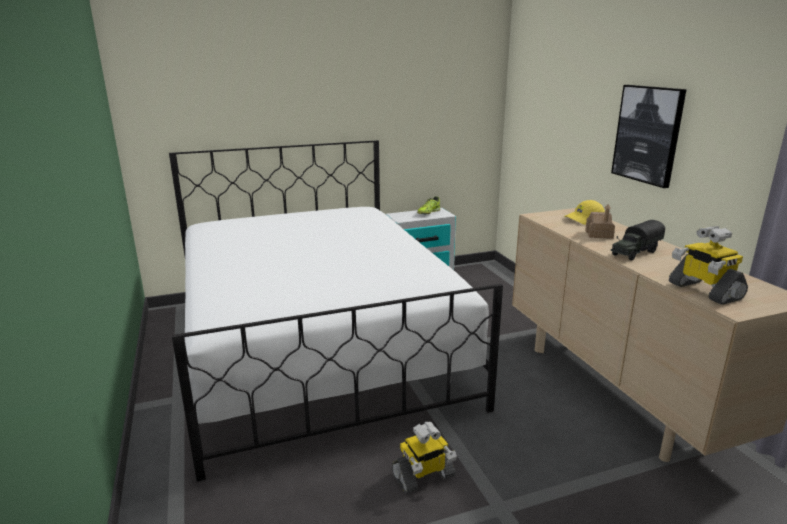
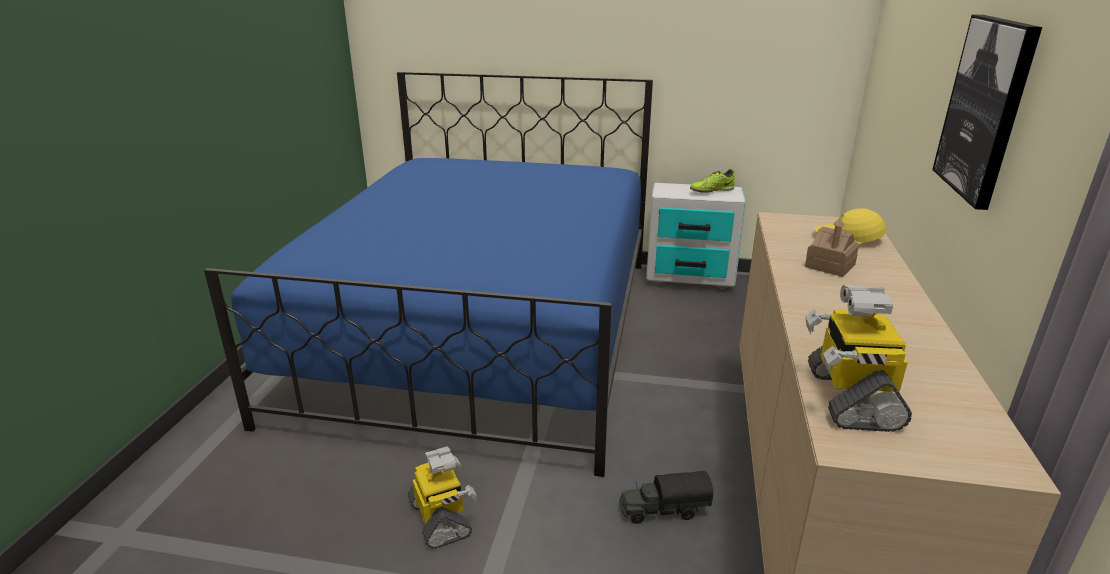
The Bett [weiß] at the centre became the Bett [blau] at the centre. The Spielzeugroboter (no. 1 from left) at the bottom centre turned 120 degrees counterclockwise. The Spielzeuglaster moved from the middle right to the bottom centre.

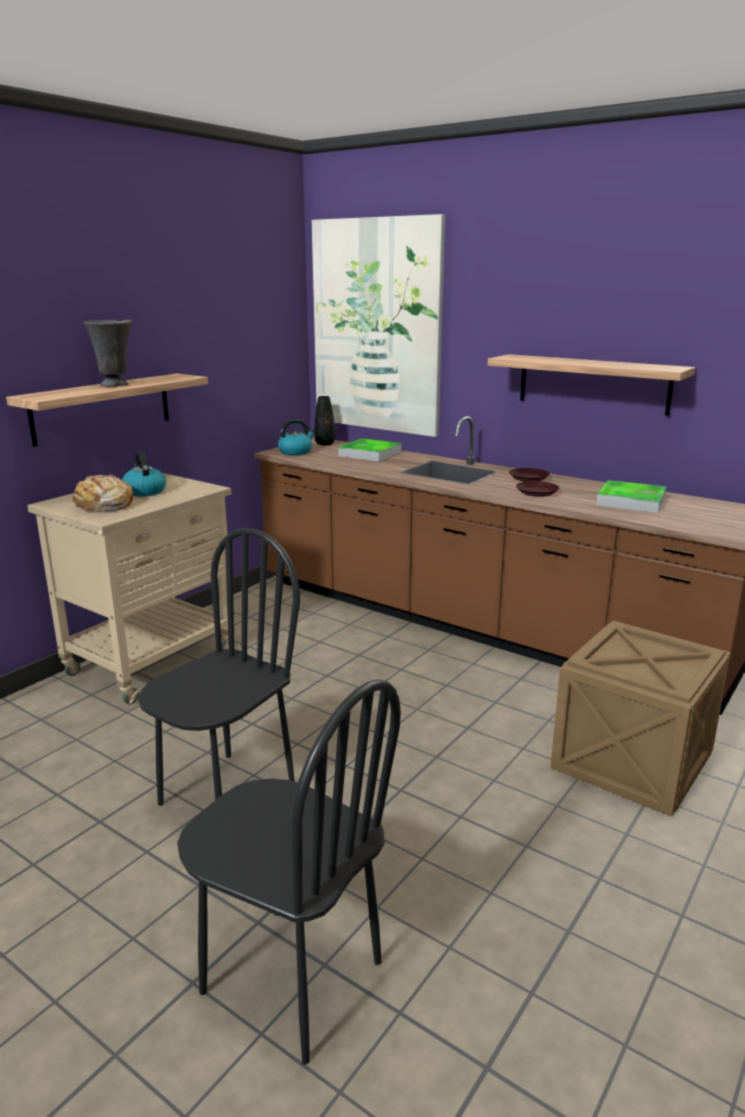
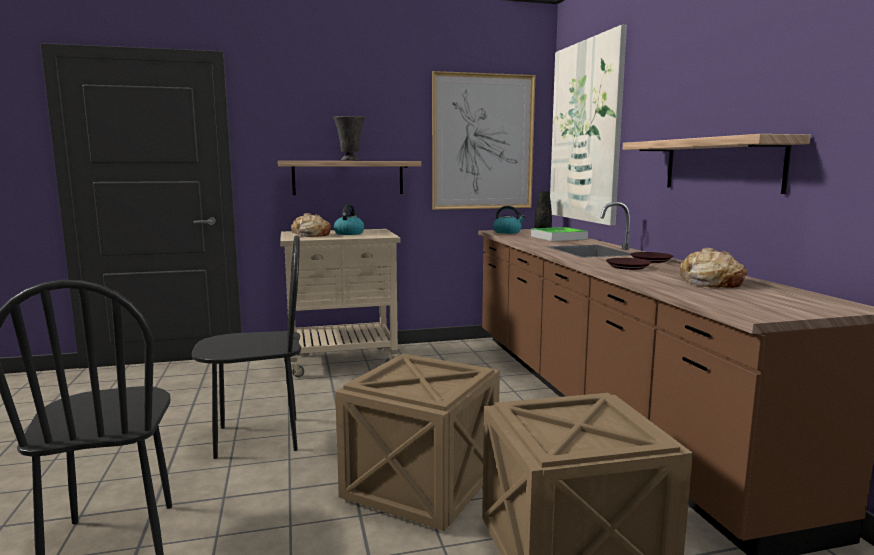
The Kiste (no. 1 from left) at the bottom centre appeared. The Bild (no. 1 from left) at the top centre appeared. The Tablett (no. 2 from left) at the middle right was replaced by the Brot (no. 2 from left) at the middle right.

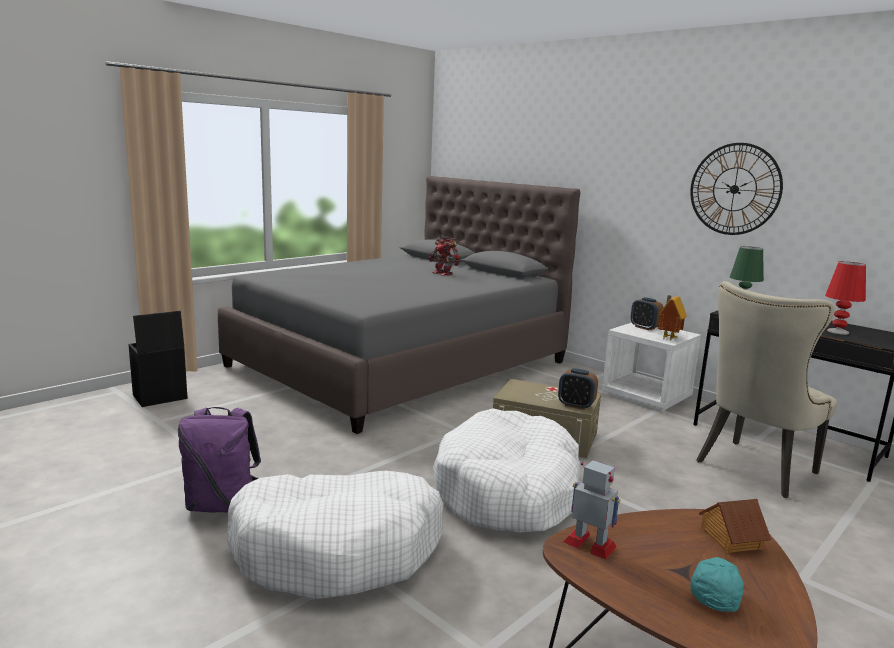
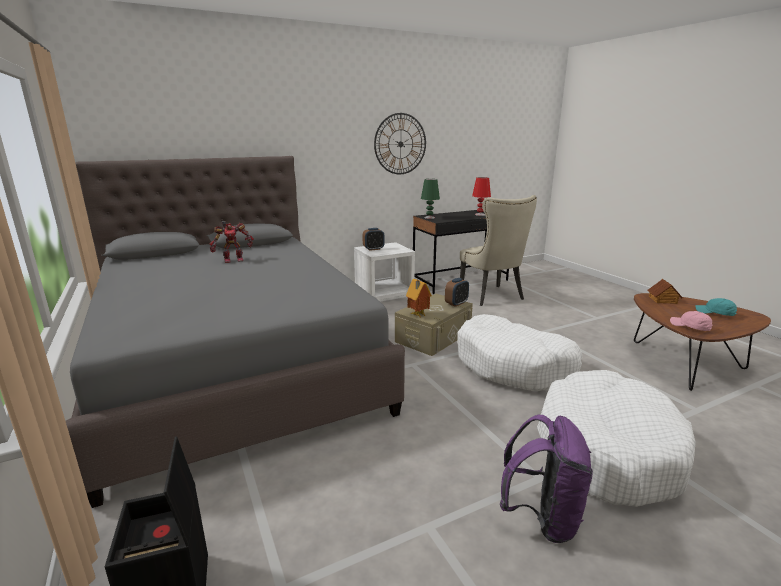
The Spielzeughaus (no. 1 from left) moved from the middle right to the centre. The Spielzeugroboter (no. 2 from left) at the bottom centre was replaced by the Kappe [rosa] at the middle right.

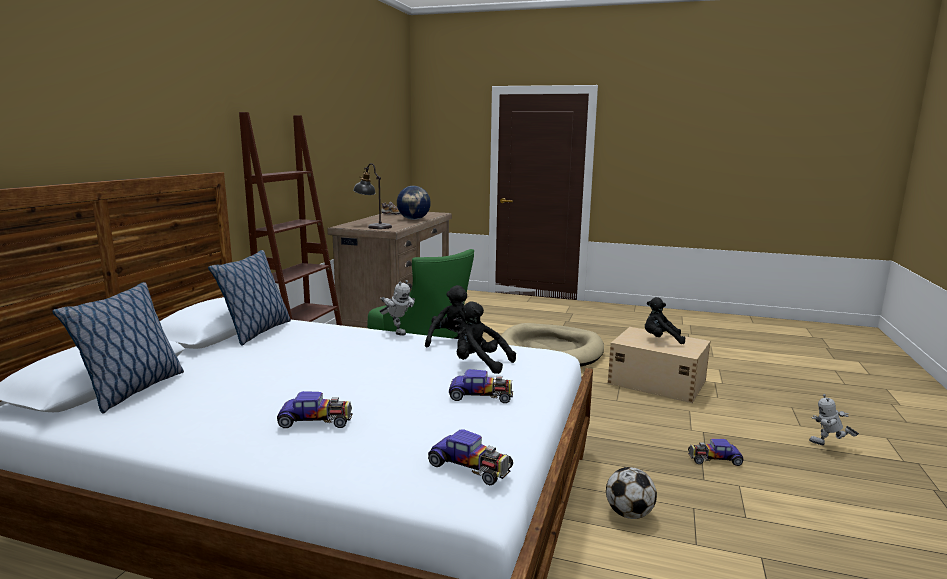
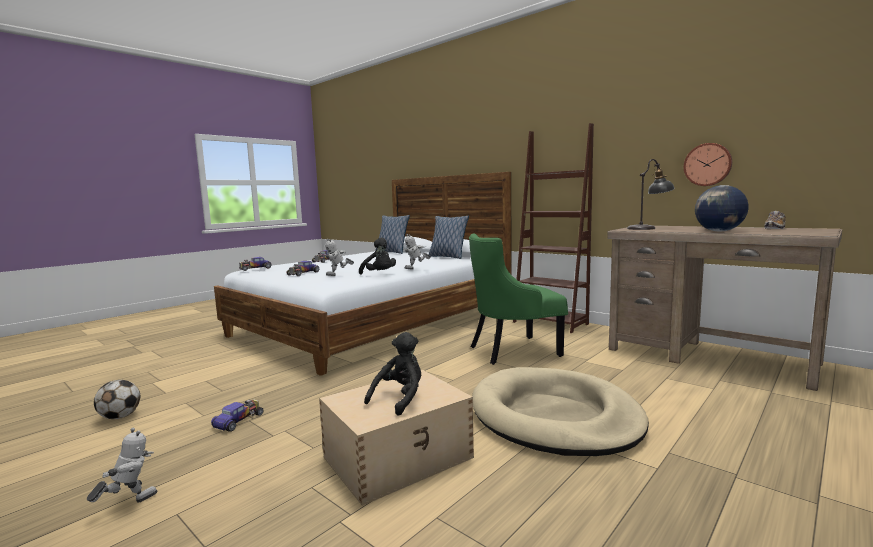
The Fußball moved from the bottom centre to the bottom left. The Plüschtier [schwarz] (no. 2 from left) at the centre was replaced by the Spielzeugroboter (no. 2 from left) at the centre. The Wanduhr at the top right appeared.

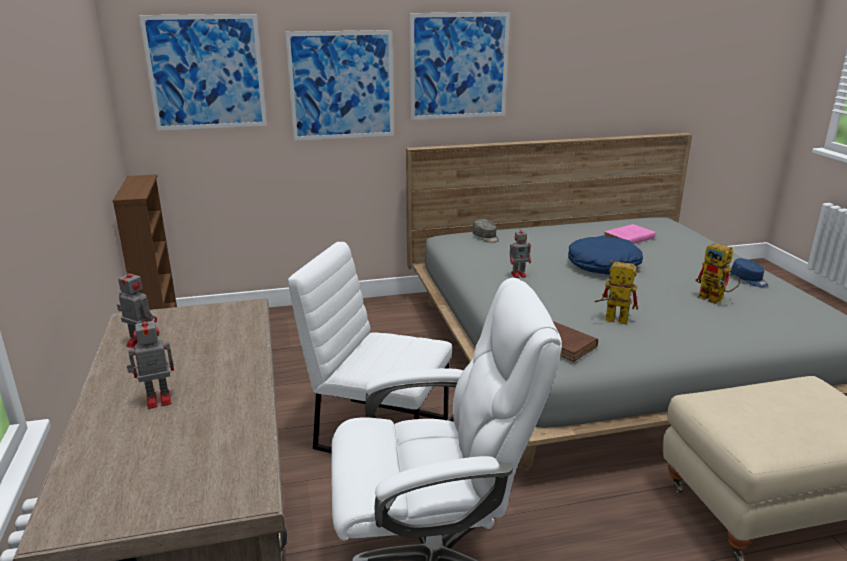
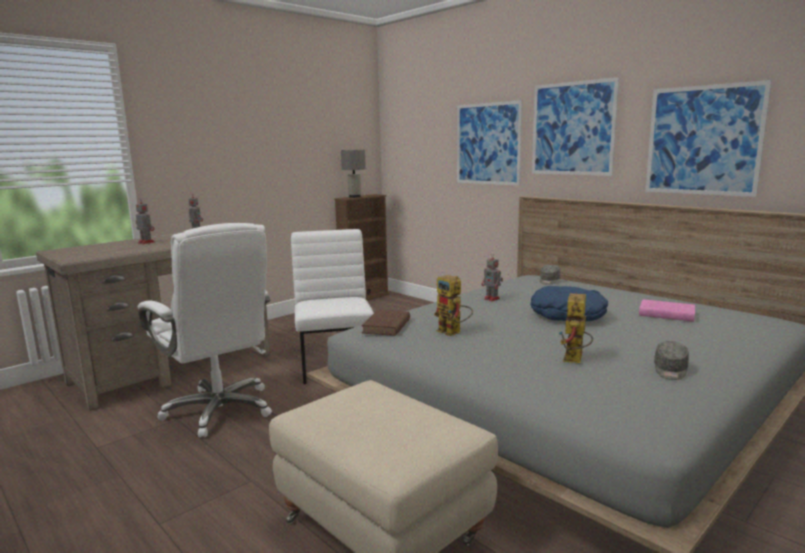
The Tischlampe [grau] at the top centre appeared. The Spielzeugroboter (no. 4 from left in the first image) at the middle right turned 150 degrees clockwise. The Bild (no. 1 from left in the first image) moved from the top left to the top right. The Kappe [blau] at the middle right became the Kappe [grau] (no. 2 from left) at the middle right.

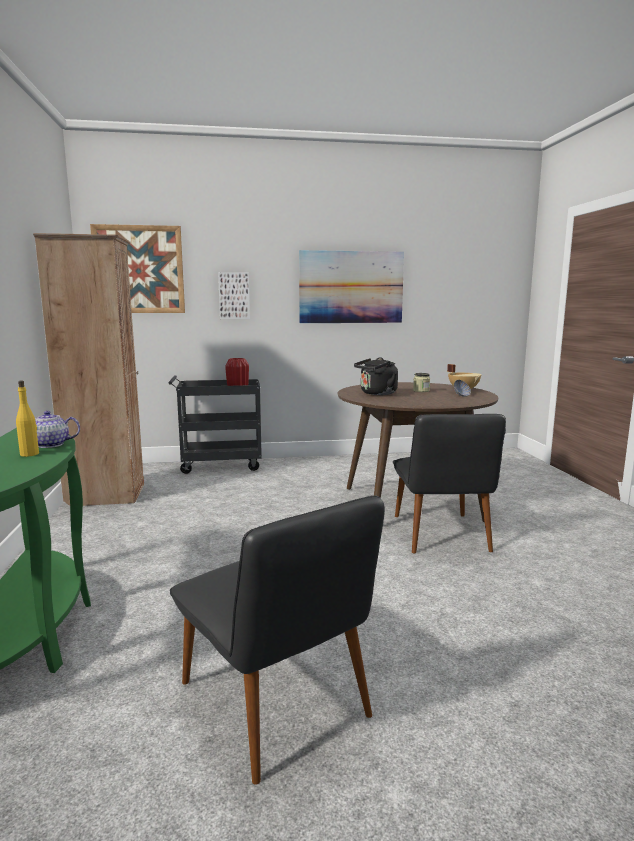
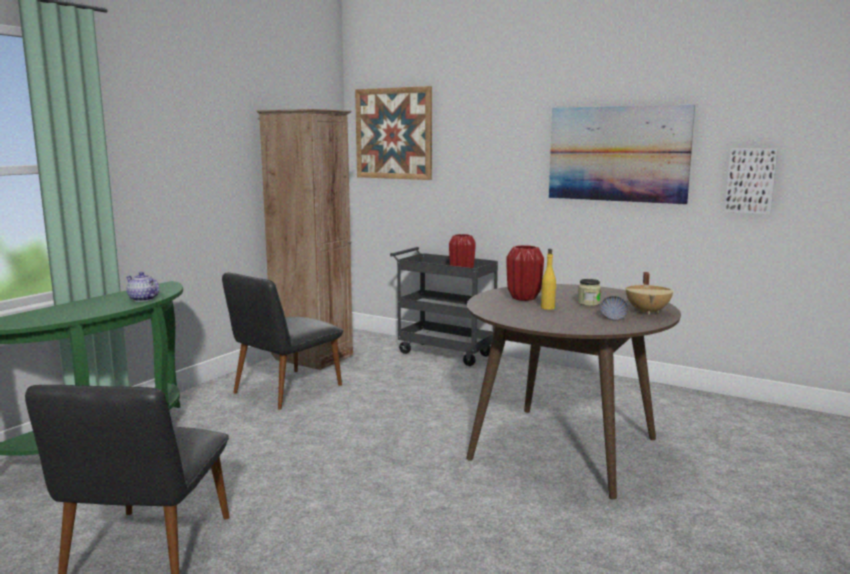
The Stuhl [schwarz] (no. 2 from left) moved from the middle right to the middle left. The Wasserkessel [schwarz] at the centre was replaced by the Vase [rot] (no. 2 from left) at the centre. The Flasche [gelb] moved from the middle left to the centre. The Bild (no. 2 from left in the first image) moved from the centre to the top right.

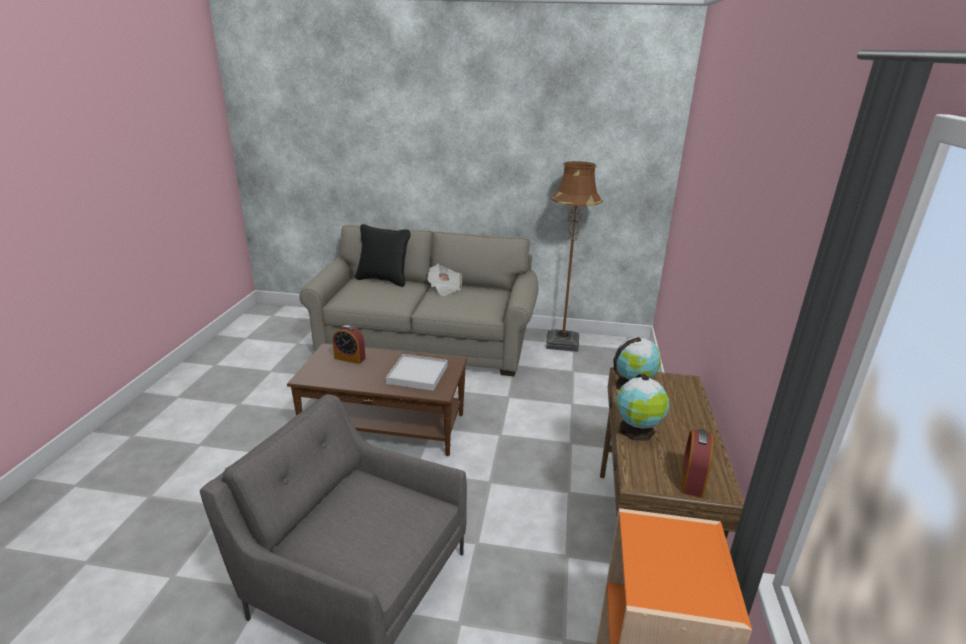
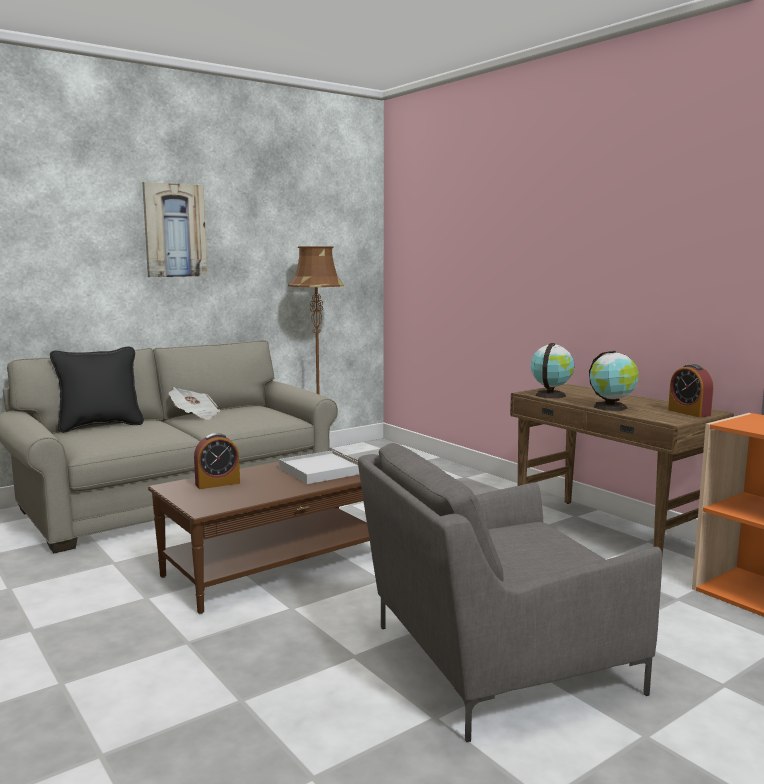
The Bild at the top left appeared.

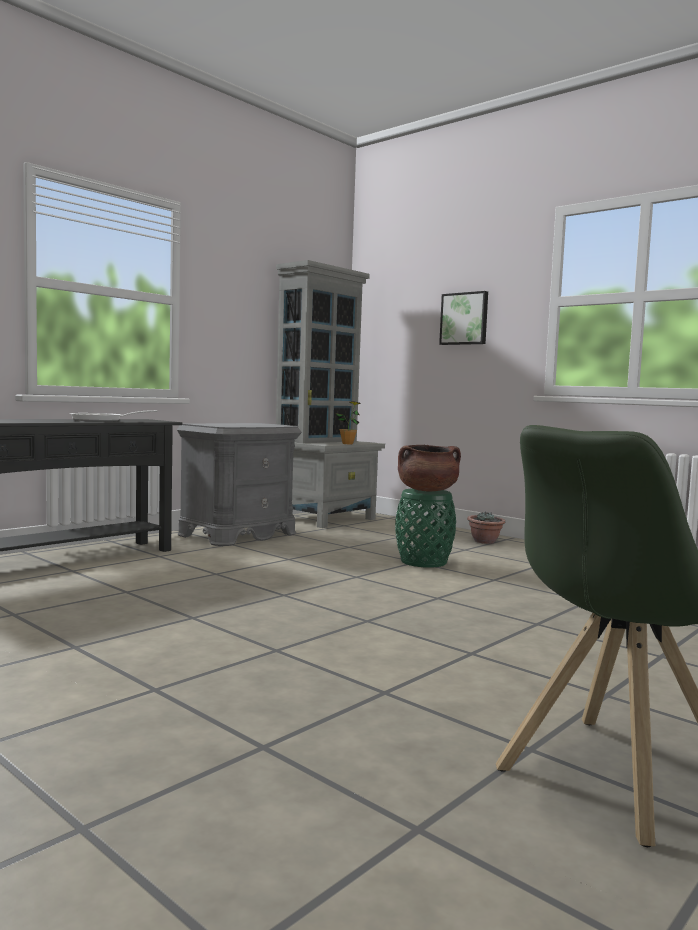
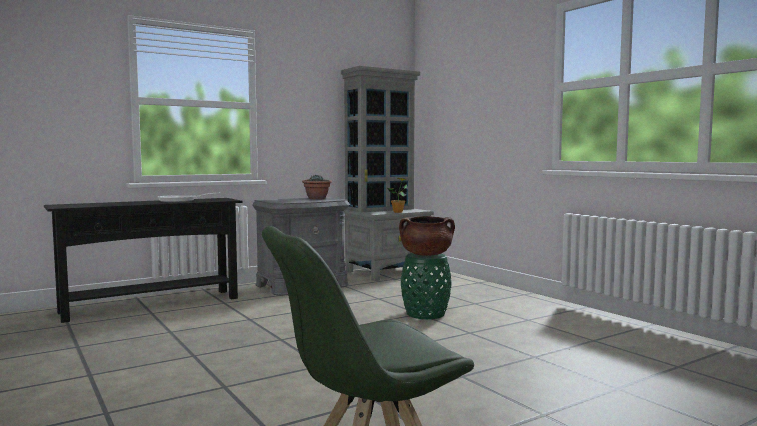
The Topfpflanze (no. 2 from left in the first image) moved from the middle right to the centre. The Bild at the centre disappeared.

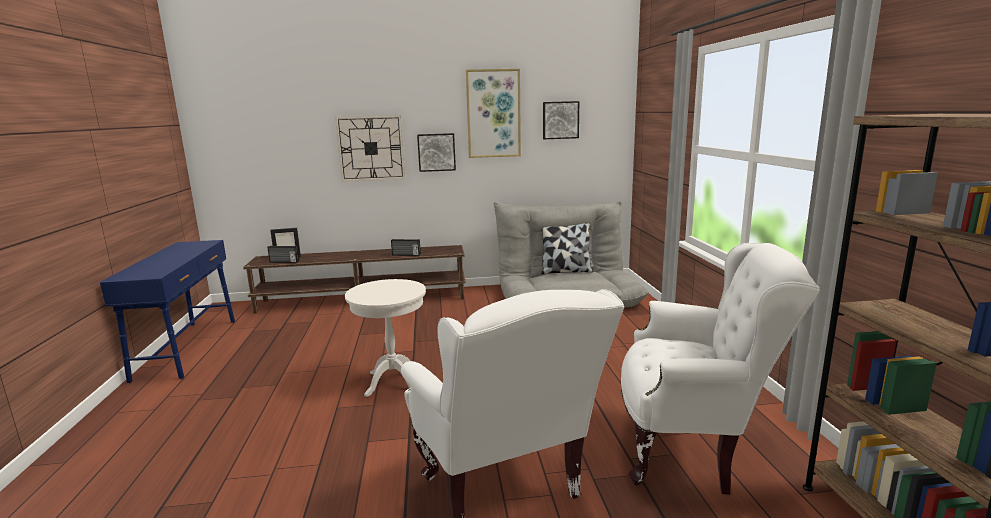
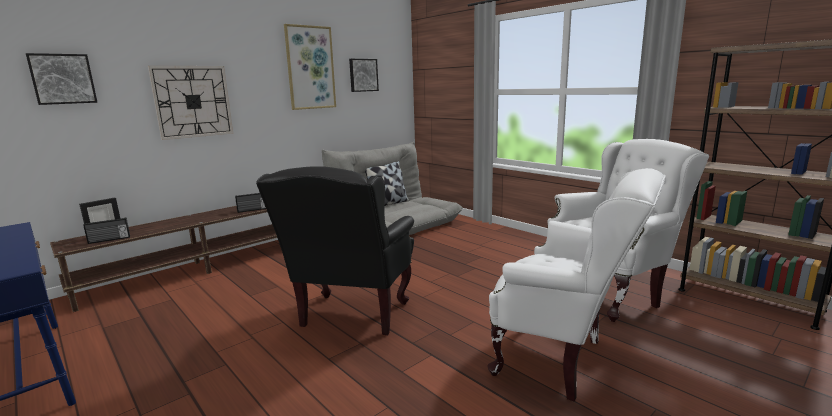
The Bild (no. 1 from left) moved from the top centre to the top left. The Beistelltisch [weiß] at the centre was replaced by the Sessel [schwarz] at the centre.

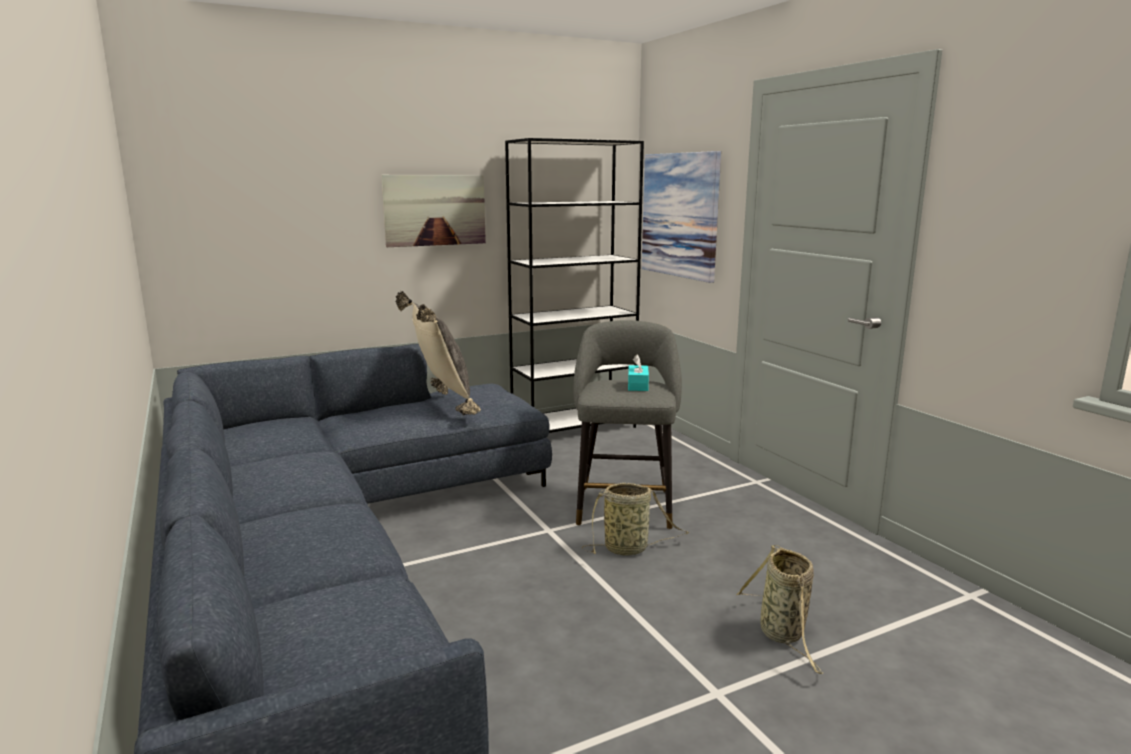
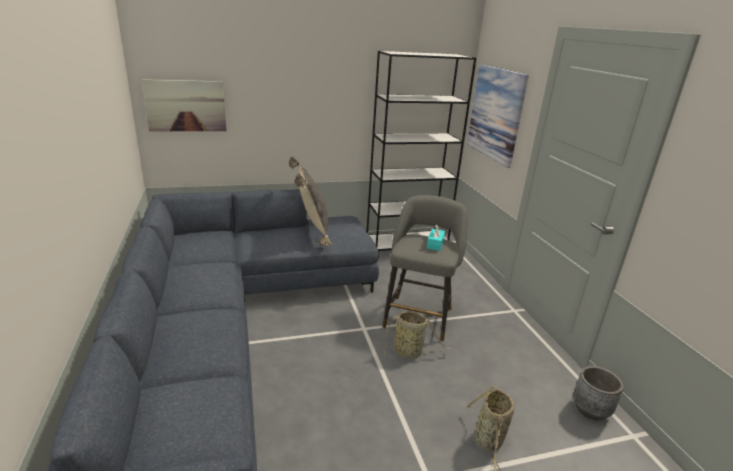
The Bild (no. 1 from left) moved from the top centre to the top left. The Pflanzkübel [grau] at the bottom right appeared.

